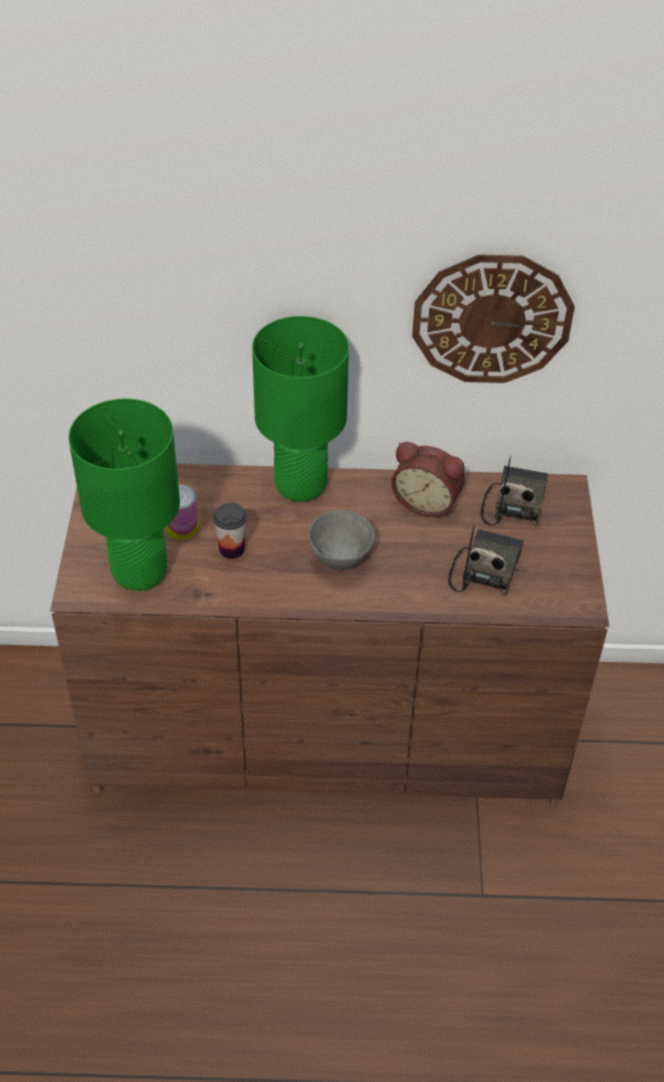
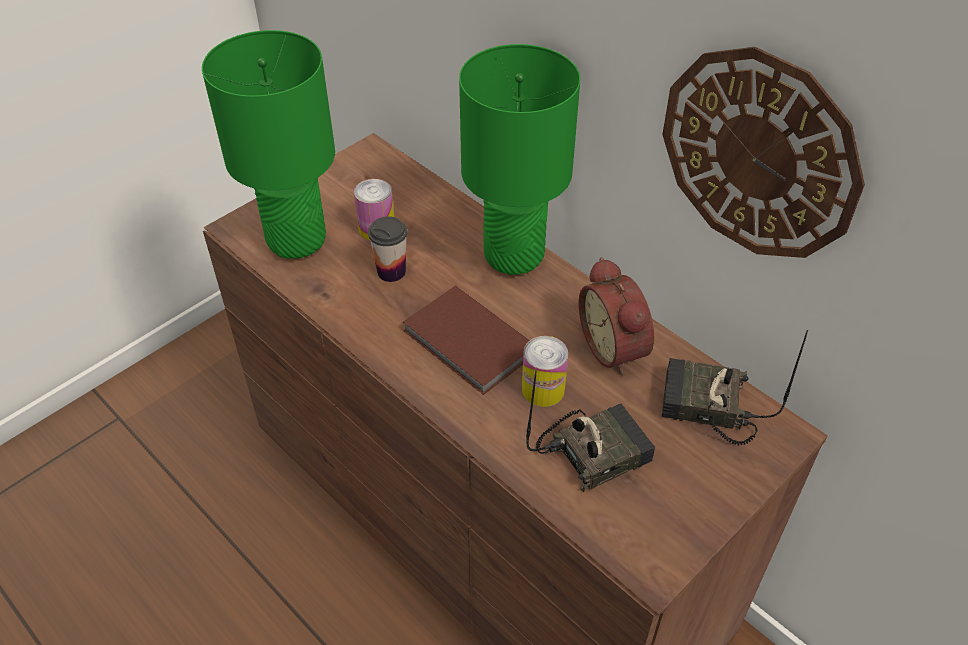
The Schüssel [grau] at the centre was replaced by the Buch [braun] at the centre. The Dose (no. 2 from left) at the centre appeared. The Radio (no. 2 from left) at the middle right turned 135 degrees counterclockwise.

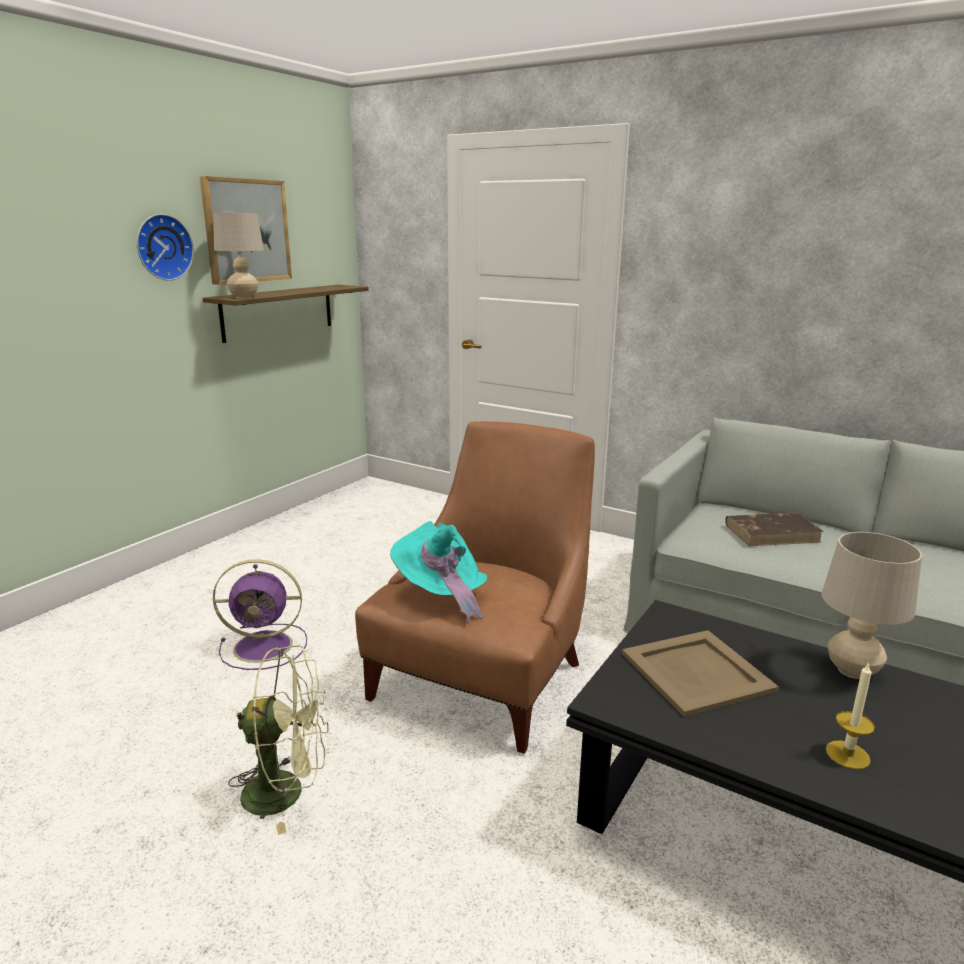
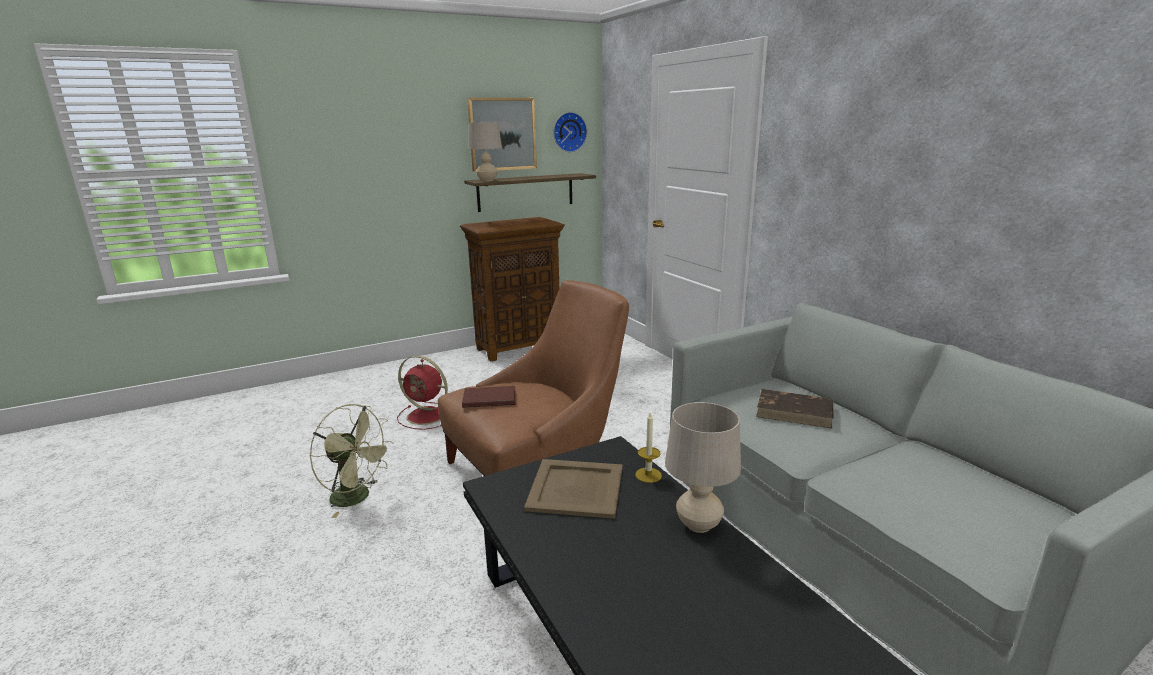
The Ventilator [lila] at the middle left became the Ventilator [rot] at the centre. The Schrank [braun] at the centre appeared. The Hut [türkis] at the centre was replaced by the Buch [braun] (no. 1 from left) at the centre. The Wanduhr moved from the top left to the top centre. The Kerze moved from the bottom right to the centre.

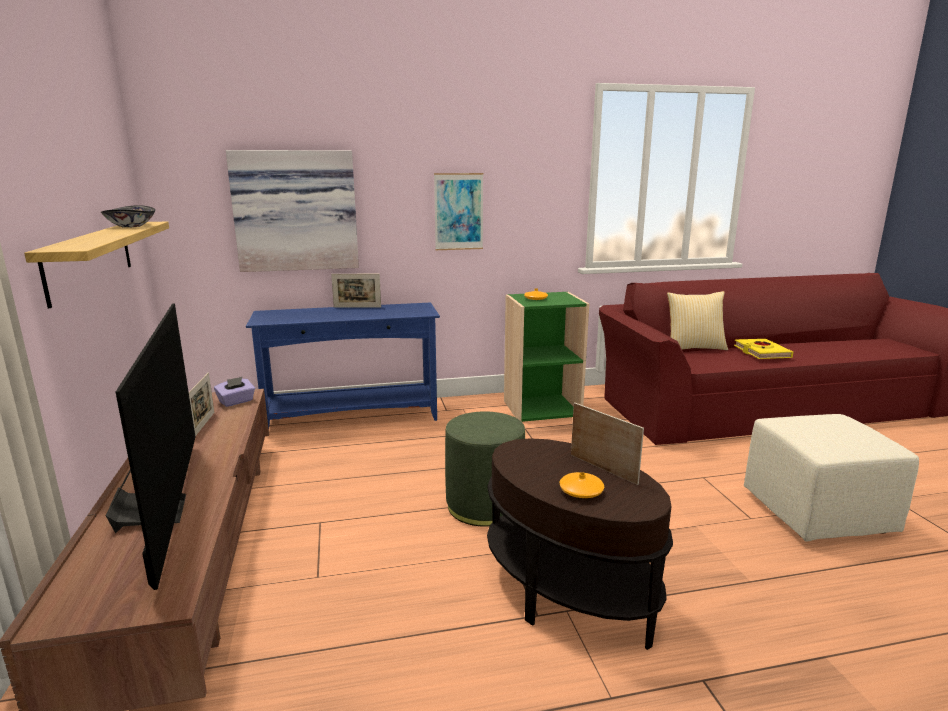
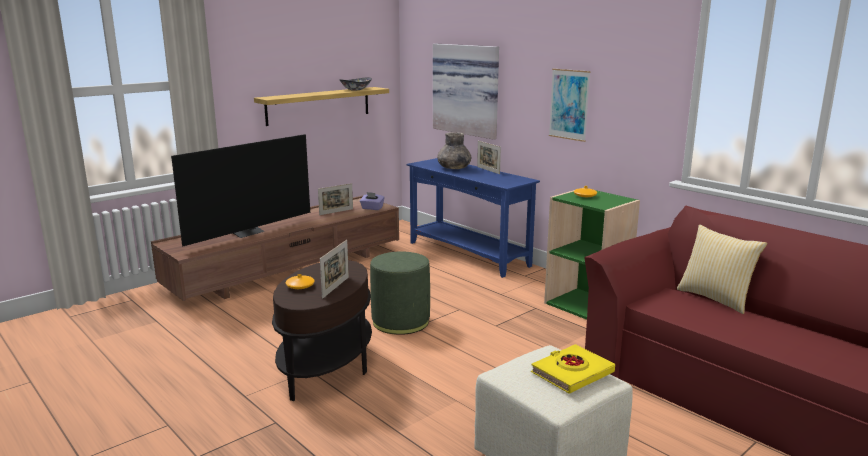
The Vase [grau] at the top centre appeared. The Buch [gelb] moved from the middle right to the bottom centre.

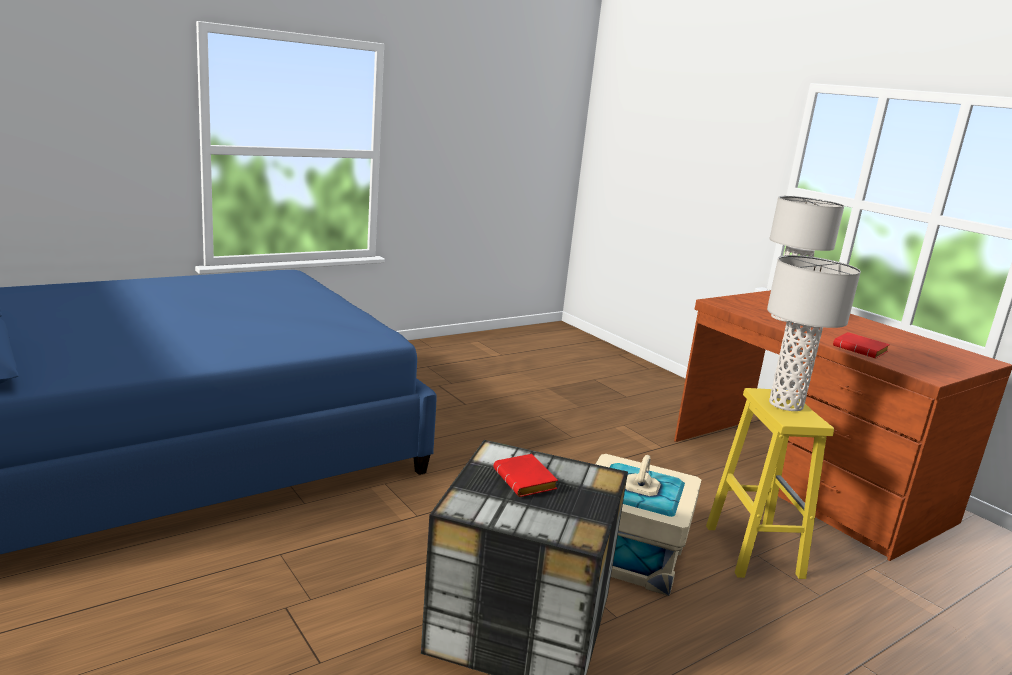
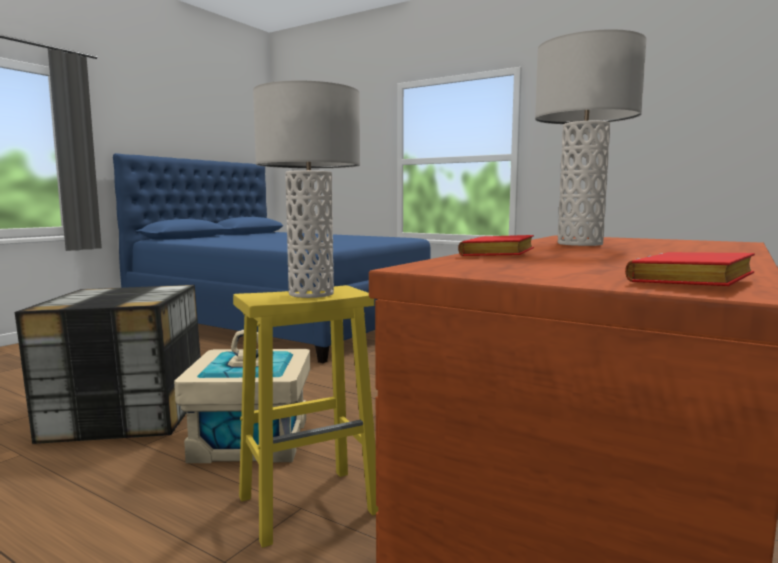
The Buch [rot] (no. 1 from left in the first image) moved from the bottom centre to the middle right.

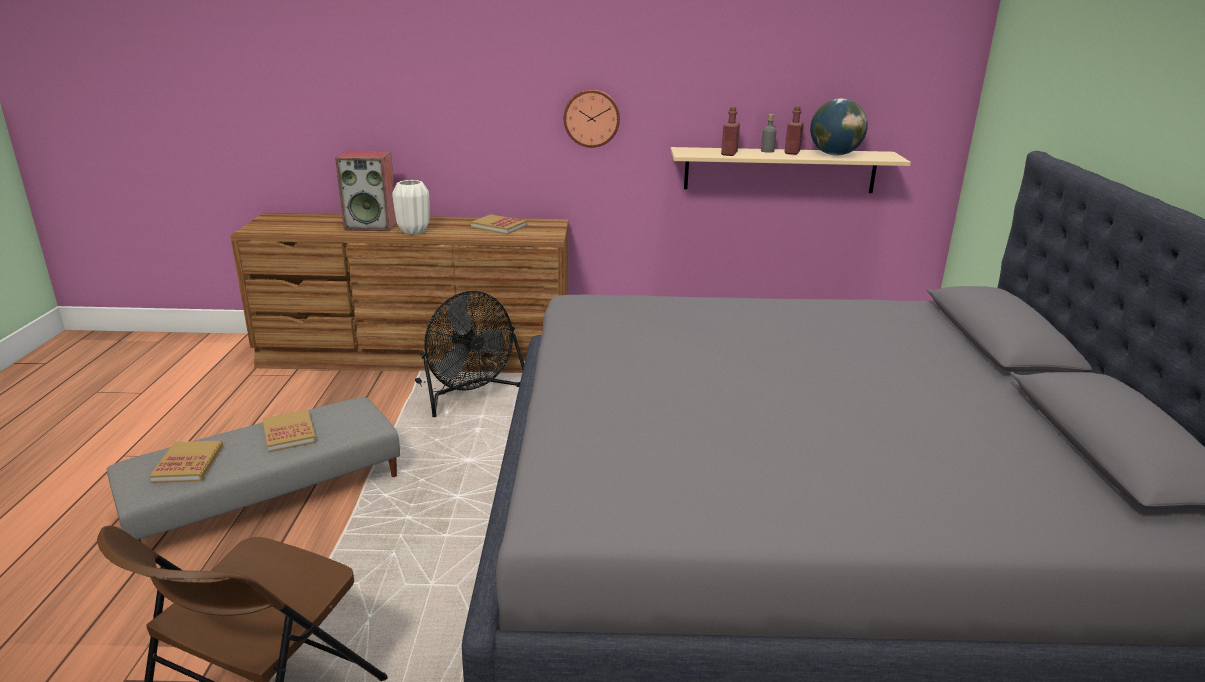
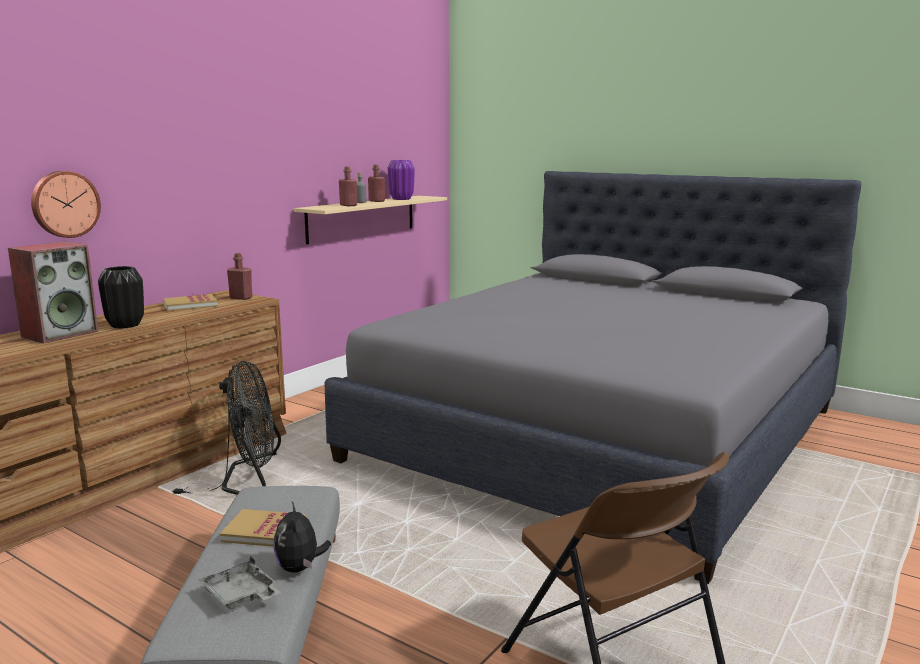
The Wanduhr moved from the top centre to the top left. The Vase [weiß] at the top centre became the Vase [schwarz] at the middle left. The Buch (no. 1 from left) at the bottom left was replaced by the Tablett [grau] at the bottom left. The Flasche [rot] (no. 1 from left) at the middle left appeared. The Plüschtier at the bottom left appeared. The Globus at the top right was replaced by the Vase [lila] at the top centre.

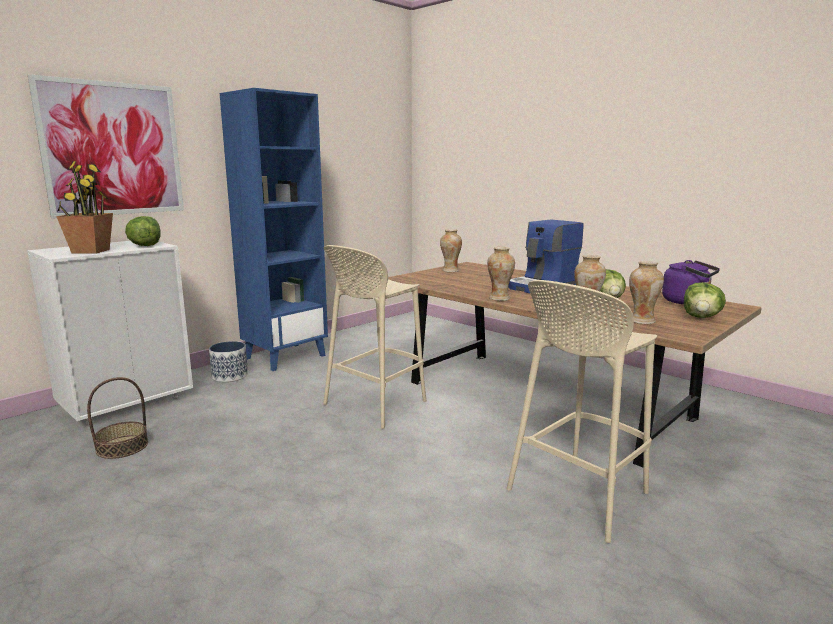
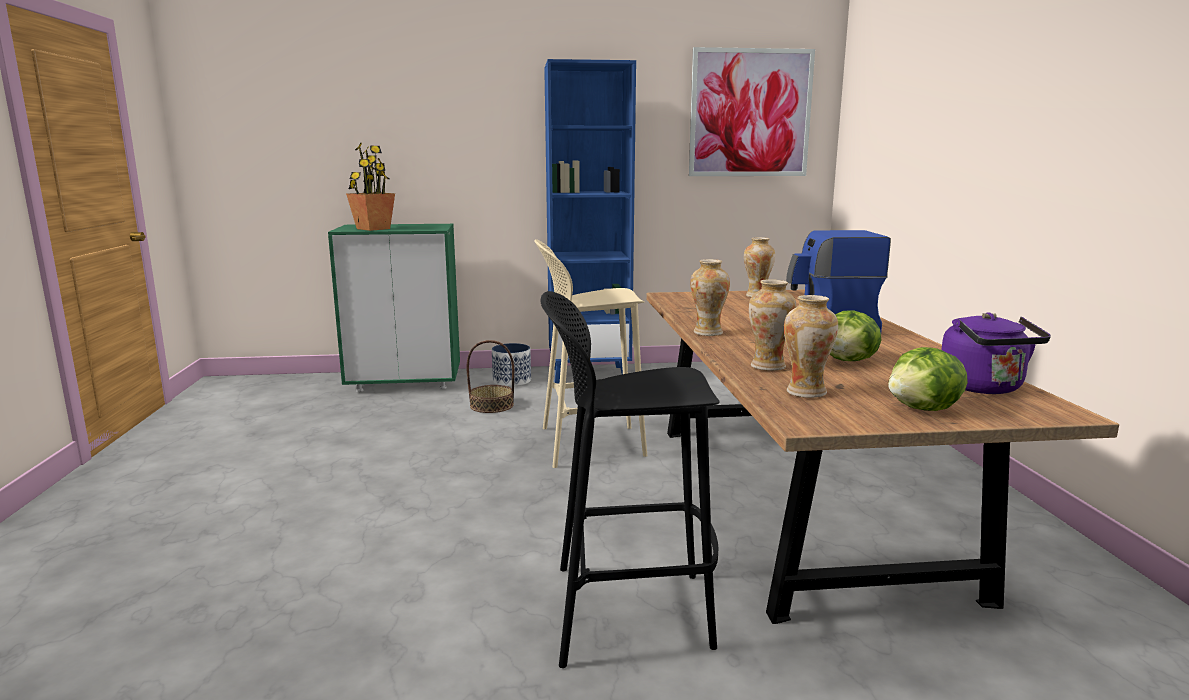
The Schrank [weiß] at the middle left became the Schrank [grün] at the middle left. The Korb moved from the bottom left to the centre. The Hocker [beige] (no. 2 from left) at the middle right became the Hocker [schwarz] at the bottom centre. The Bild moved from the top left to the top centre. The Salatkopf (no. 1 from left) at the middle left disappeared.

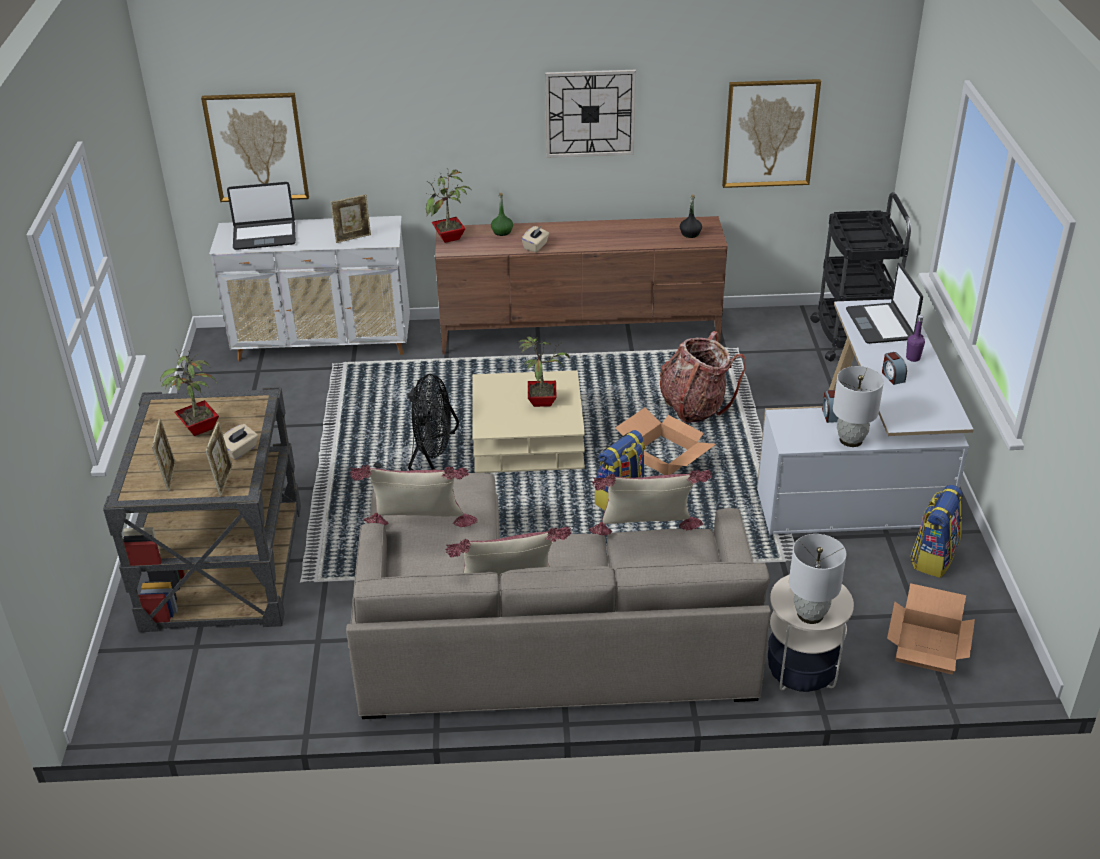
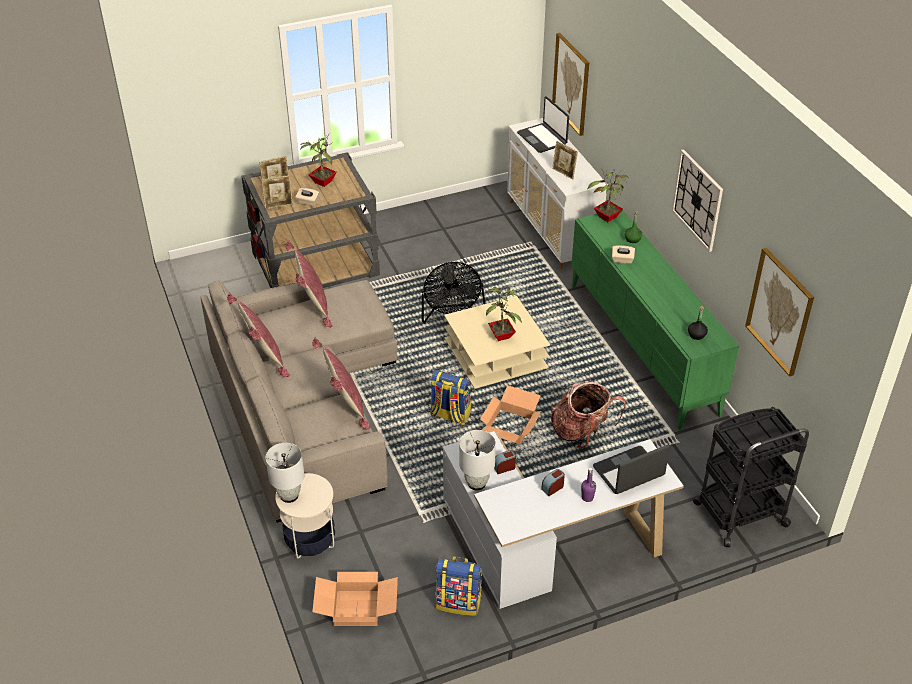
The Schrank [braun] at the top centre became the Schrank [grün] at the middle right.

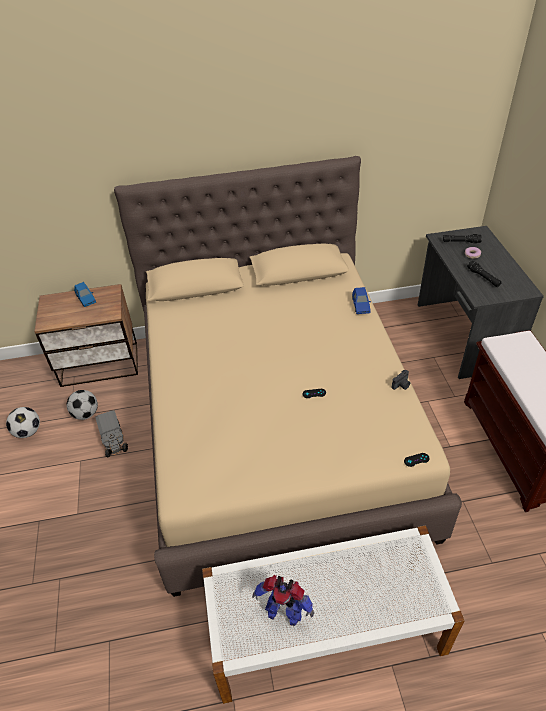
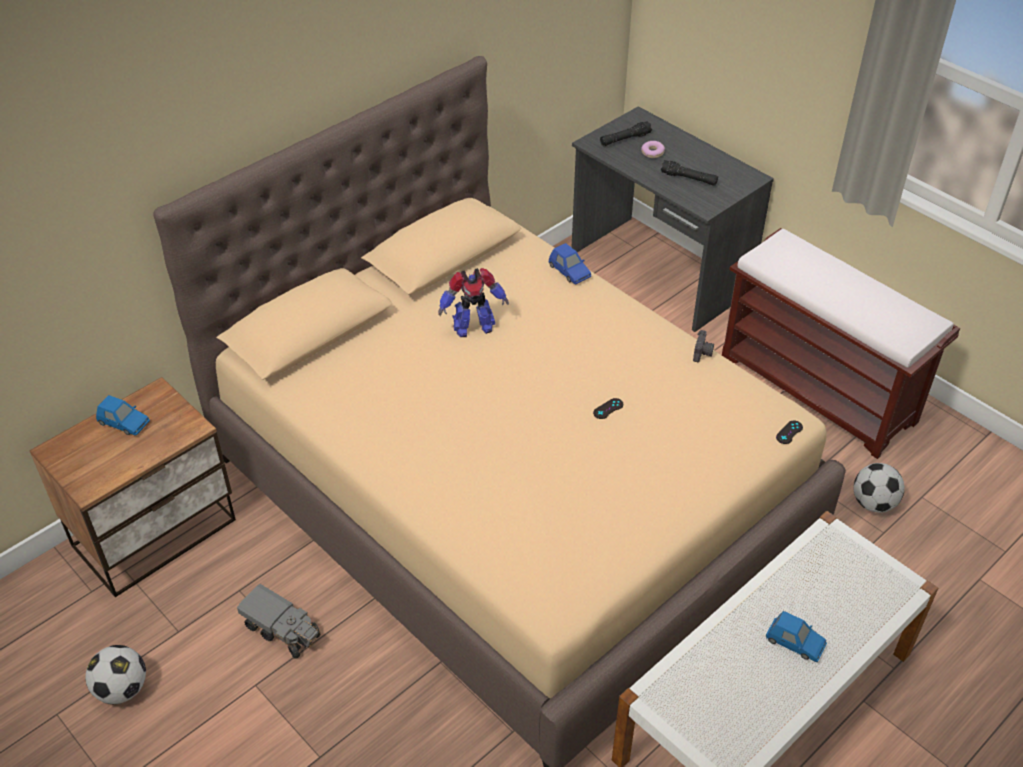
The Spielzeugroboter moved from the bottom centre to the centre. The Spielzeugauto [blau] (no. 3 from left) at the bottom right appeared. The Fußball (no. 2 from left) moved from the middle left to the middle right.

